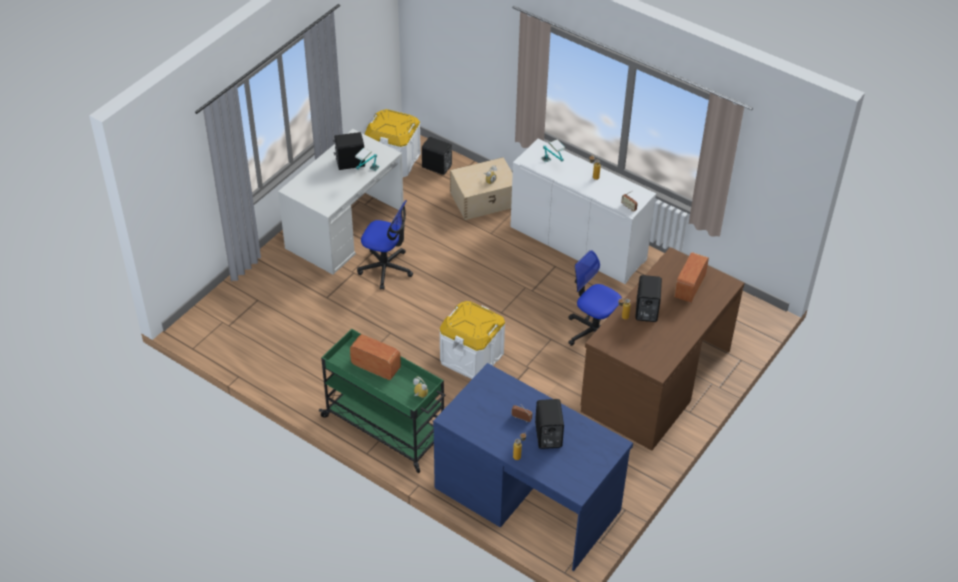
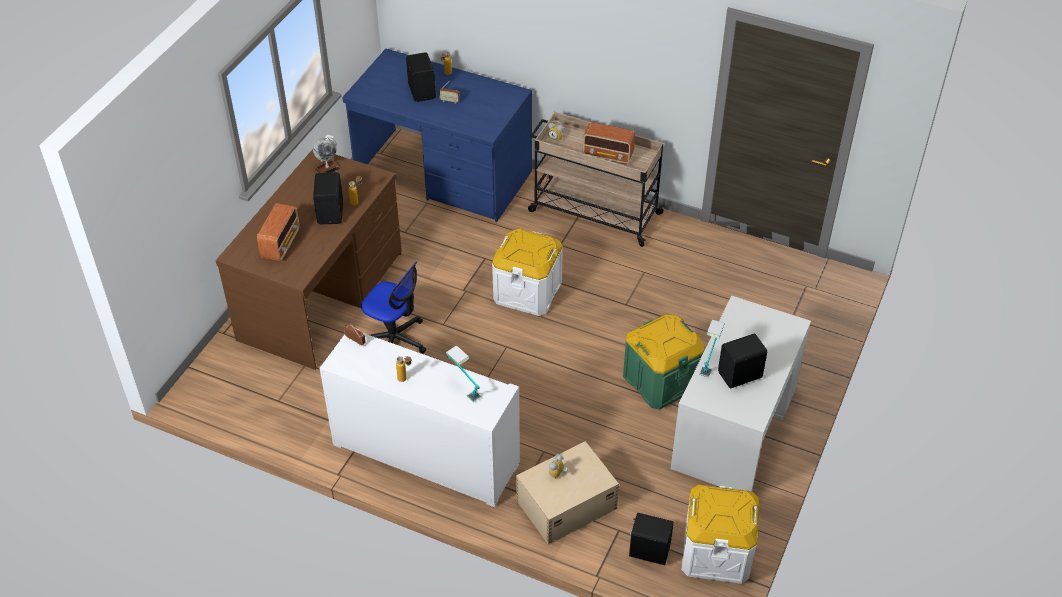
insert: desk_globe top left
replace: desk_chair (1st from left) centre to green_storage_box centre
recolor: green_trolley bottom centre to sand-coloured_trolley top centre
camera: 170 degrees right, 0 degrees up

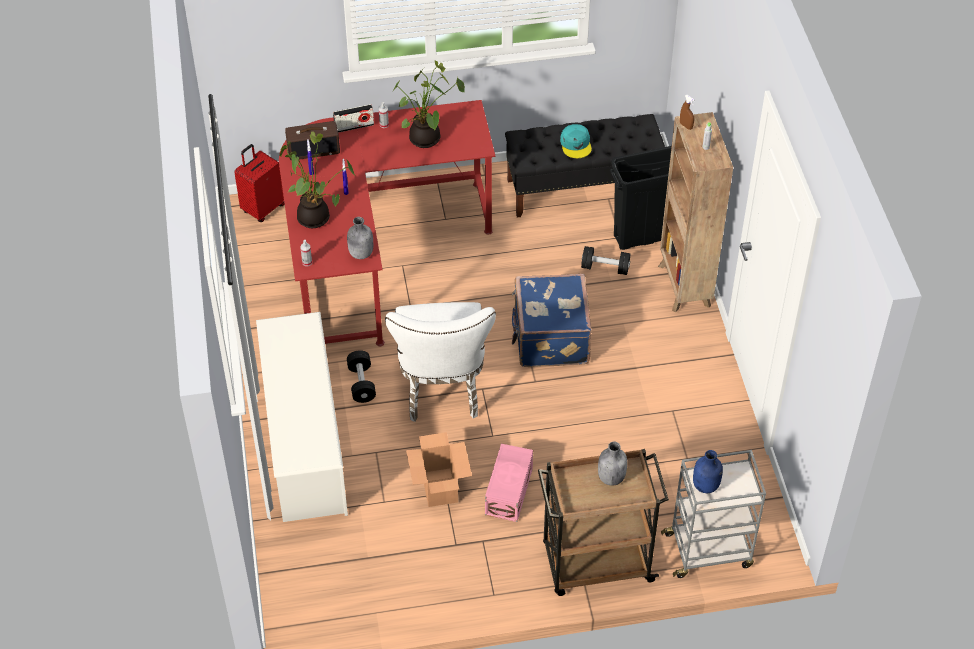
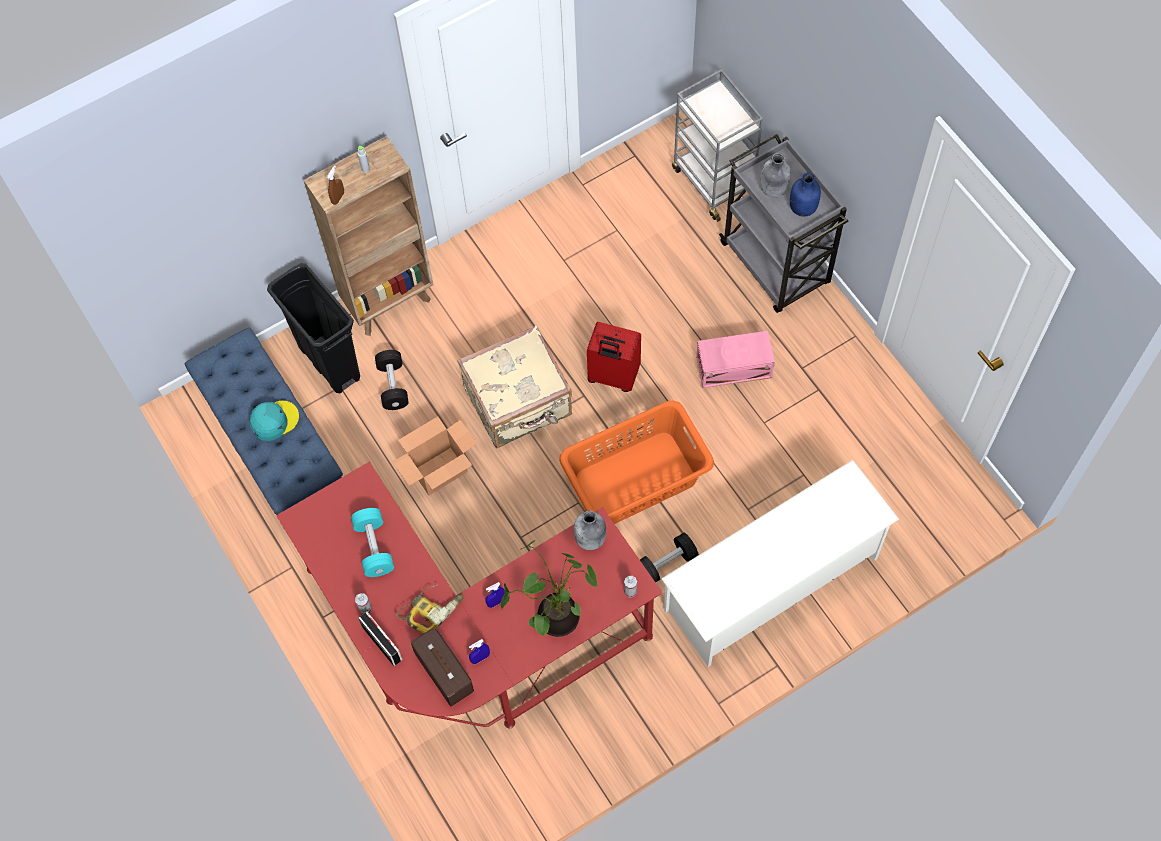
insert: electric_drill bottom centre
move: reddish_travel_case top left to centre; carton bottom centre to centre; blue-coloured_bottle bottom right to top right
replace: white_plain_chair centre to orange_hamper centre; houseplant (2nd from left) top centre to turquoise-coloured_free_weight middle left
recolor: black_bench top centre to blue-coloured_bench middle left; blue-coloured_travel_case centre to sand-coloured_travel_case centre; brownish_trolley bottom centre to gray_trolley (2nd from left) top right
camera: 110 degrees left, 15 degrees up

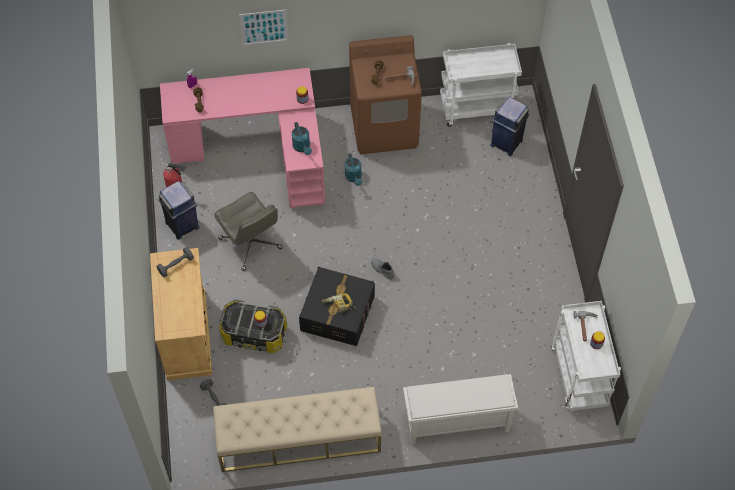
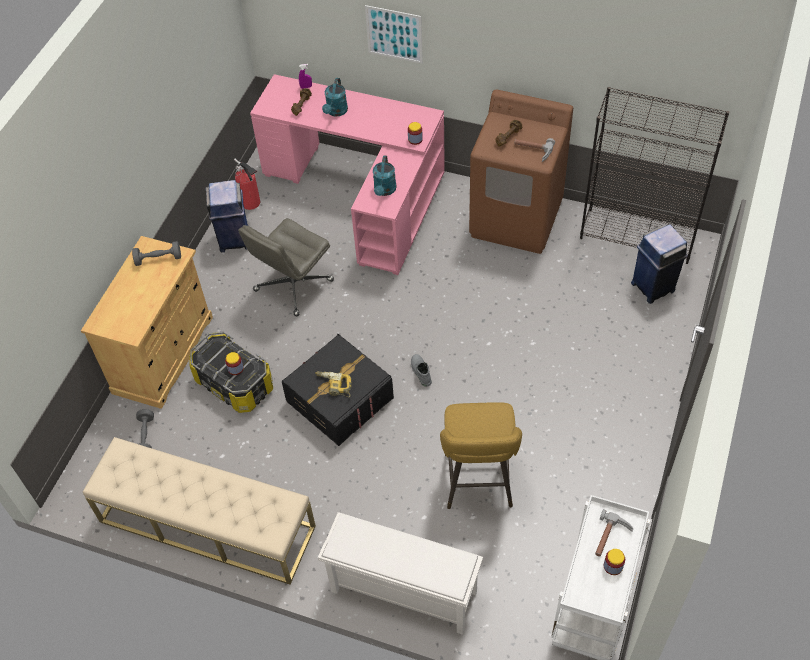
insert: yellow_stool bottom centre
move: turquoise-coloured_sprinkling_can (2nd from left in the first image) centre to turquoise-coloured_sprinkling_can (1st from left) top centre
replace: white_trolley (1st from left) top centre to black_shelving_unit top right
rotate: gray_desk_chair centre = centre 45 degrees clockwise
camera: 30 degrees right, 5 degrees down

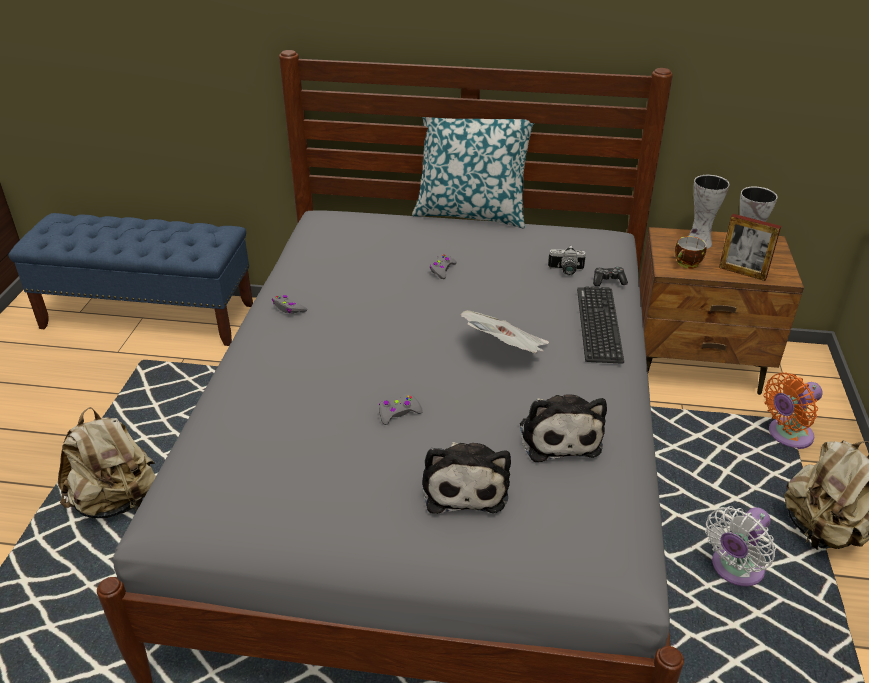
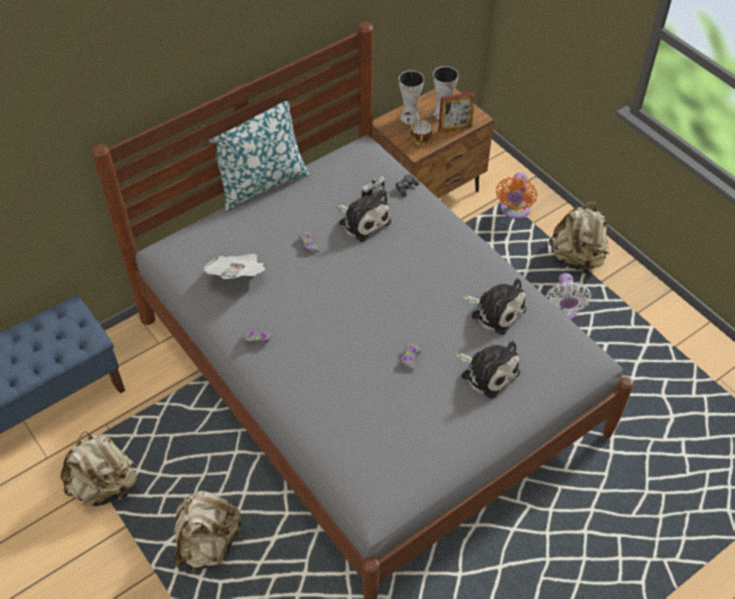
delete: computer_keyboard middle right
insert: sand-coloured_backpack (1st from left) bottom left; plush_toy (1st from left) centre
move: newspaper centre to middle left
camera: 45 degrees left, 15 degrees up

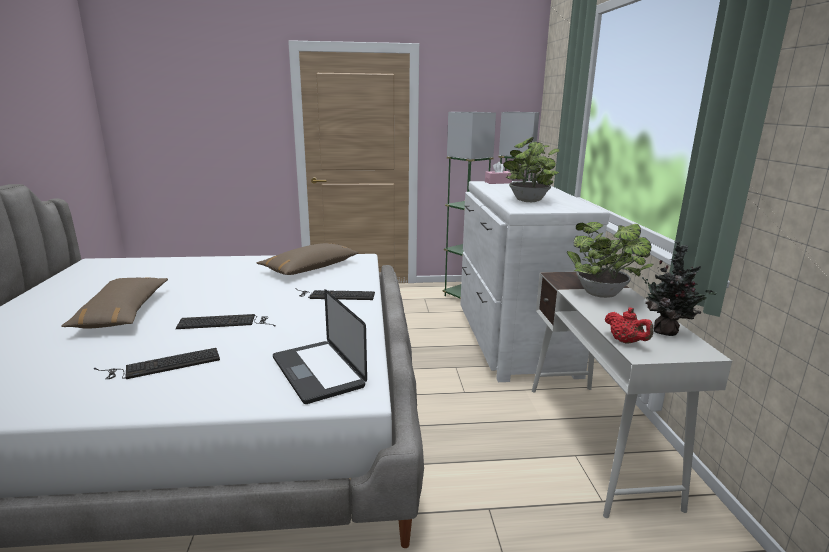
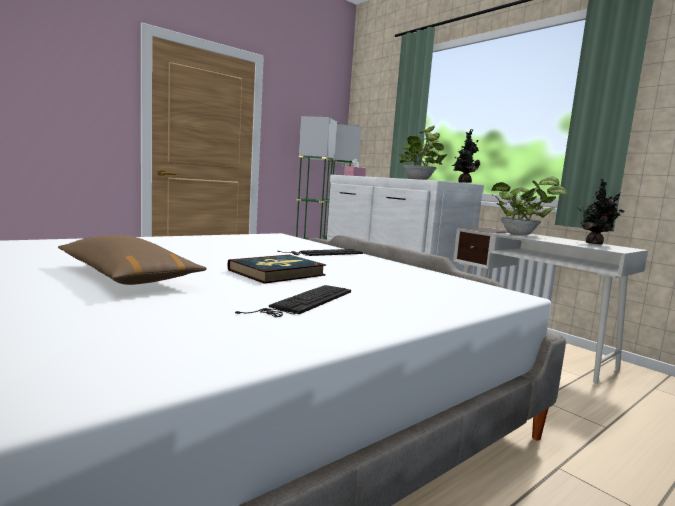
delete: brownish_pillow (2nd from left) centre; portable_computer centre; reddish_teapot middle right
insert: houseplant (2nd from left) top right
replace: computer_keyboard (2nd from left) middle left to volume centre
camera: 35 degrees left, 10 degrees down

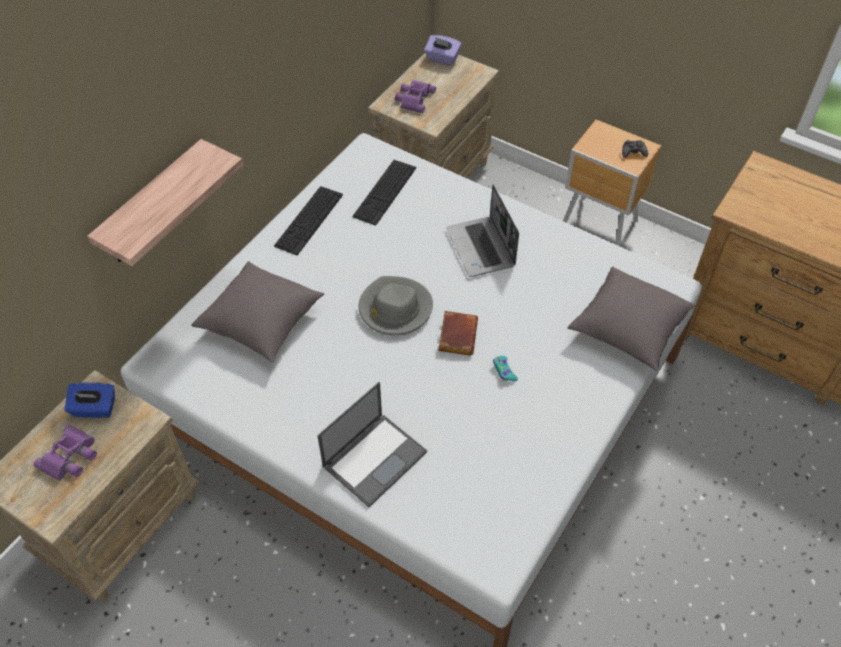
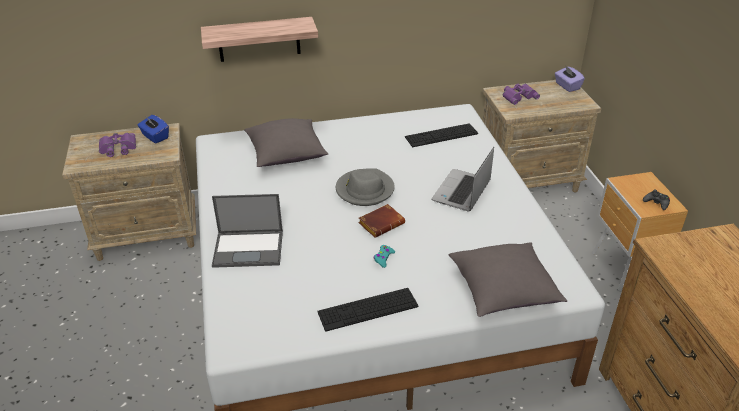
move: computer_keyboard (1st from left) centre to bottom centre
camera: 45 degrees right, 15 degrees down

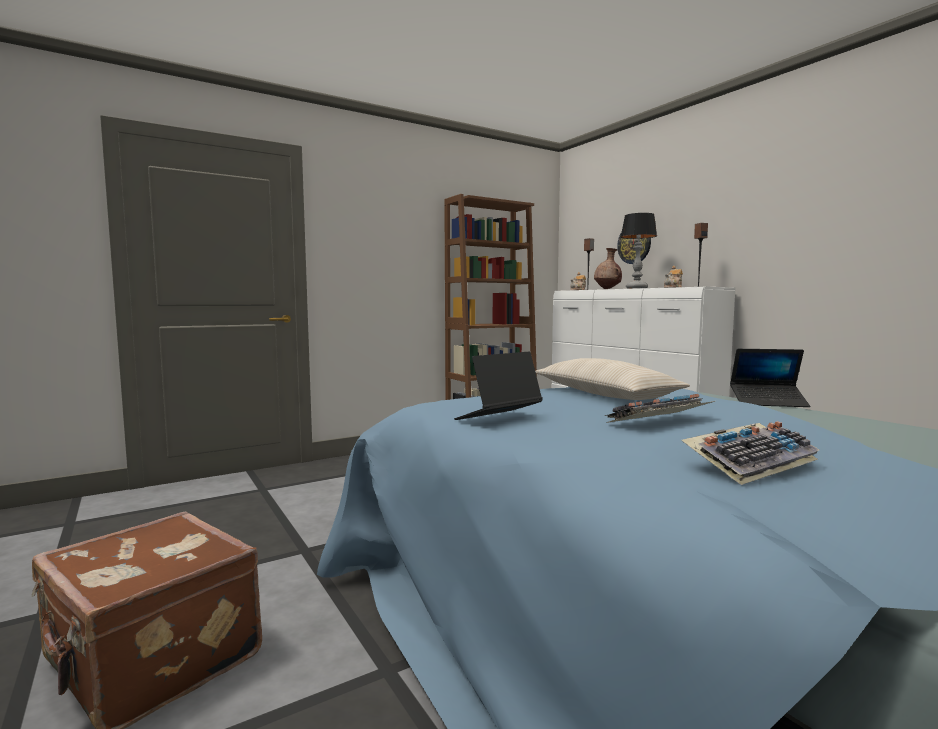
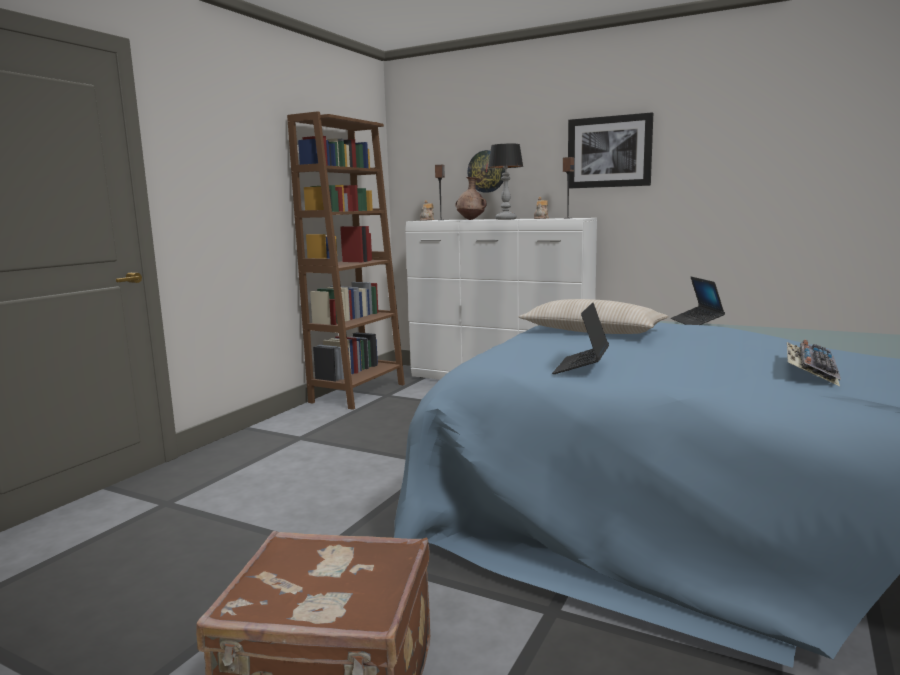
delete: computer_keyboard (1st from left) middle right
insert: picture top right
rotate: portable_computer (2nd from left) middle right = middle right 105 degrees clockwise
camera: 30 degrees left, 5 degrees up

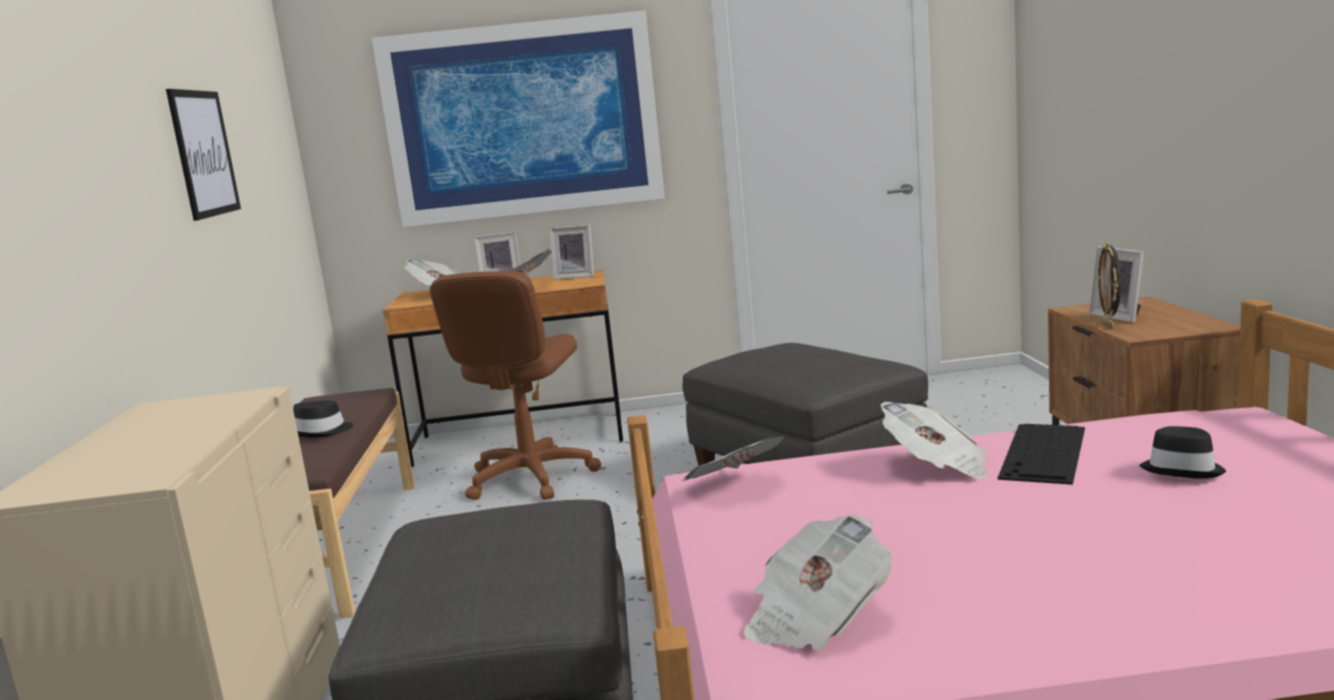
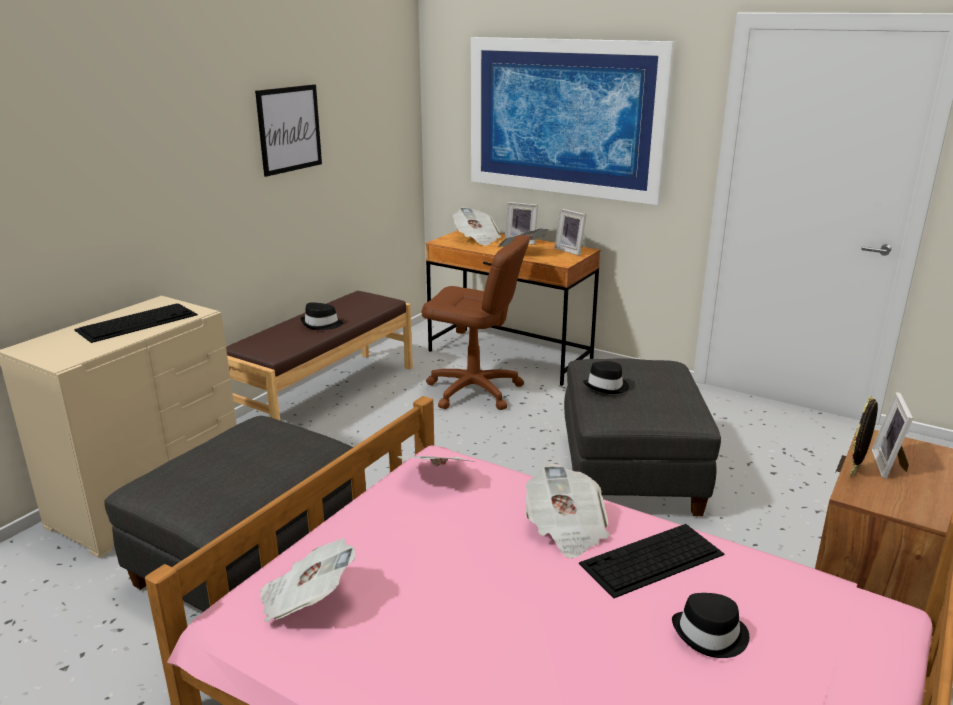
insert: computer_keyboard (1st from left) middle left; black_hat (2nd from left) centre
rotate: brownish_desk_chair centre = centre 120 degrees counterclockwise
camera: 35 degrees right, 10 degrees up

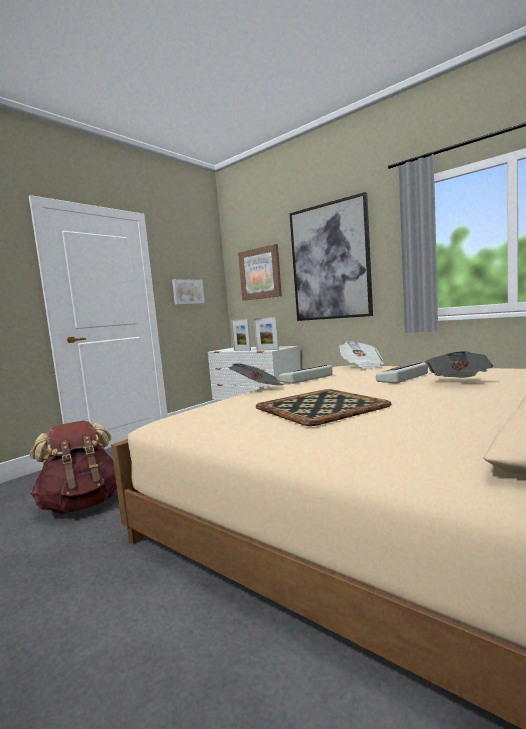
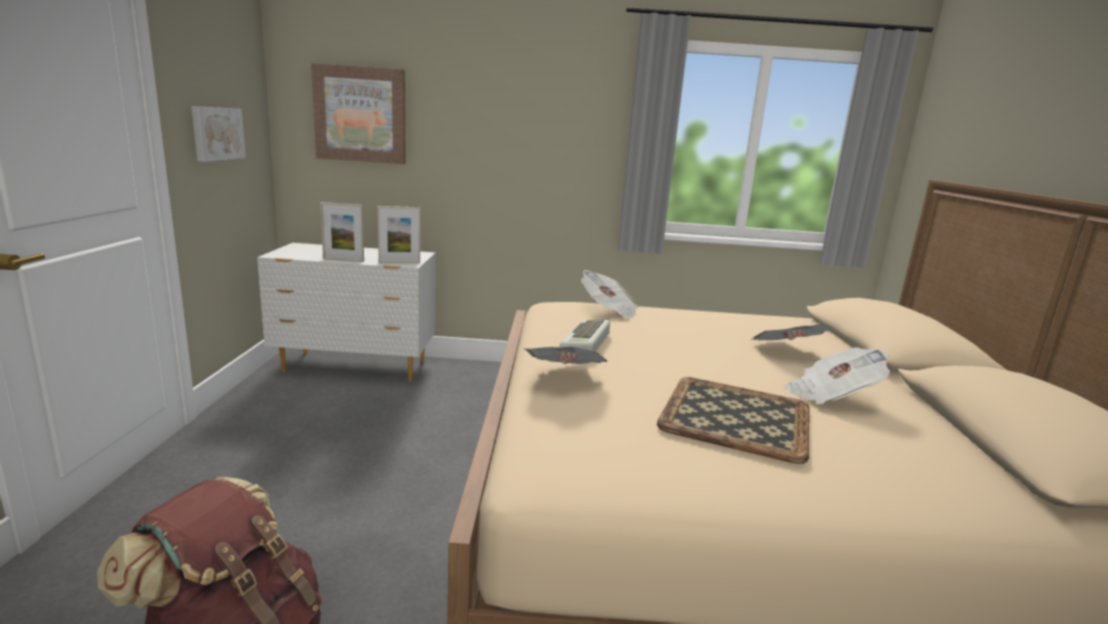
delete: picture (3rd from left) centre; computer_keyboard (2nd from left) middle right
insert: newspaper (4th from left) middle right
camera: 40 degrees left, 10 degrees up

